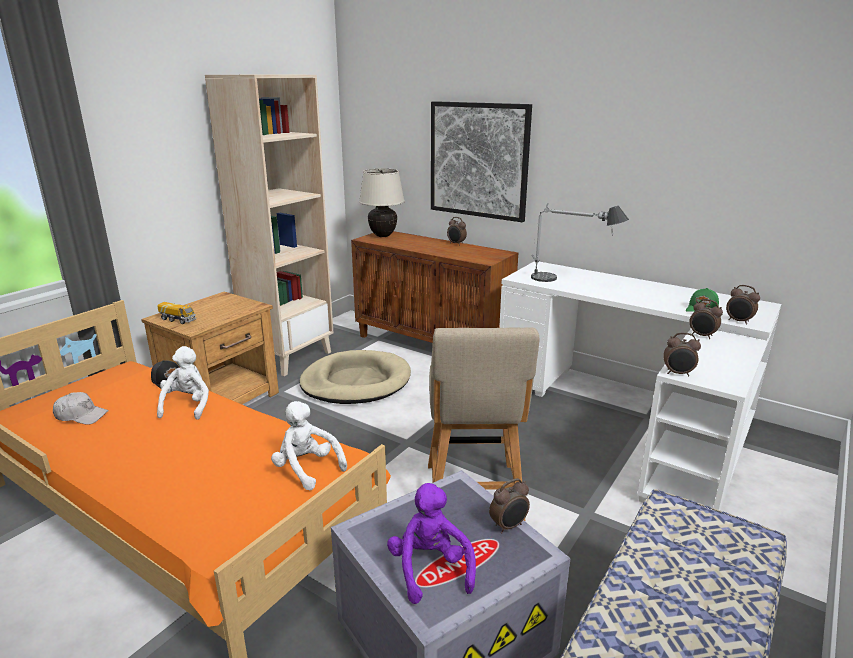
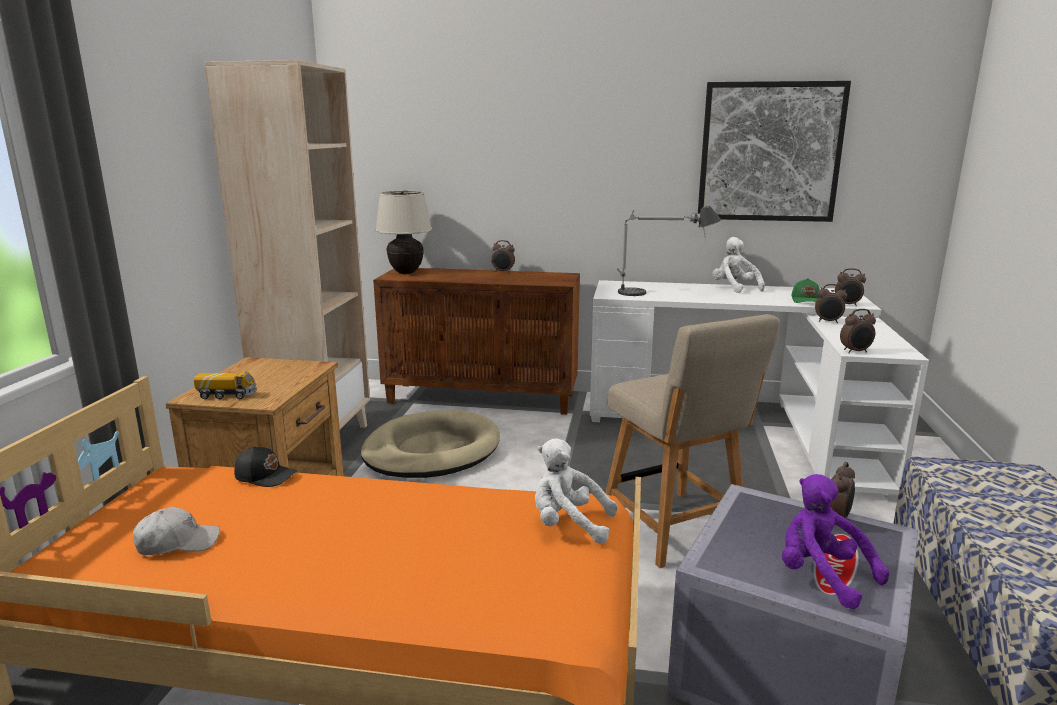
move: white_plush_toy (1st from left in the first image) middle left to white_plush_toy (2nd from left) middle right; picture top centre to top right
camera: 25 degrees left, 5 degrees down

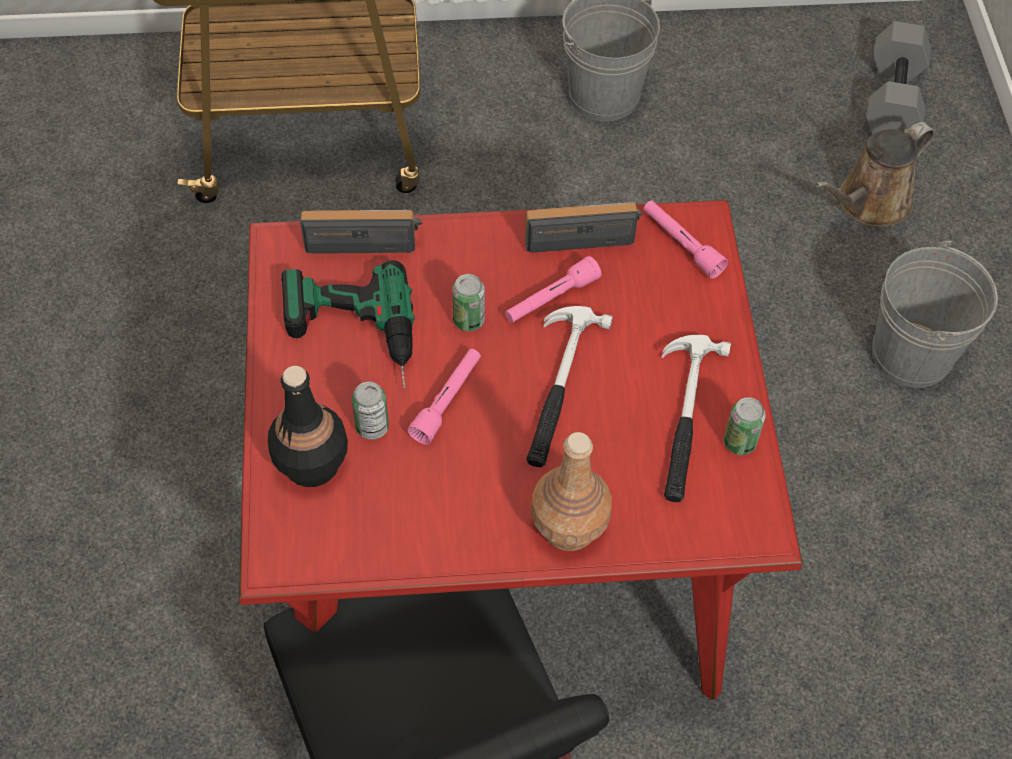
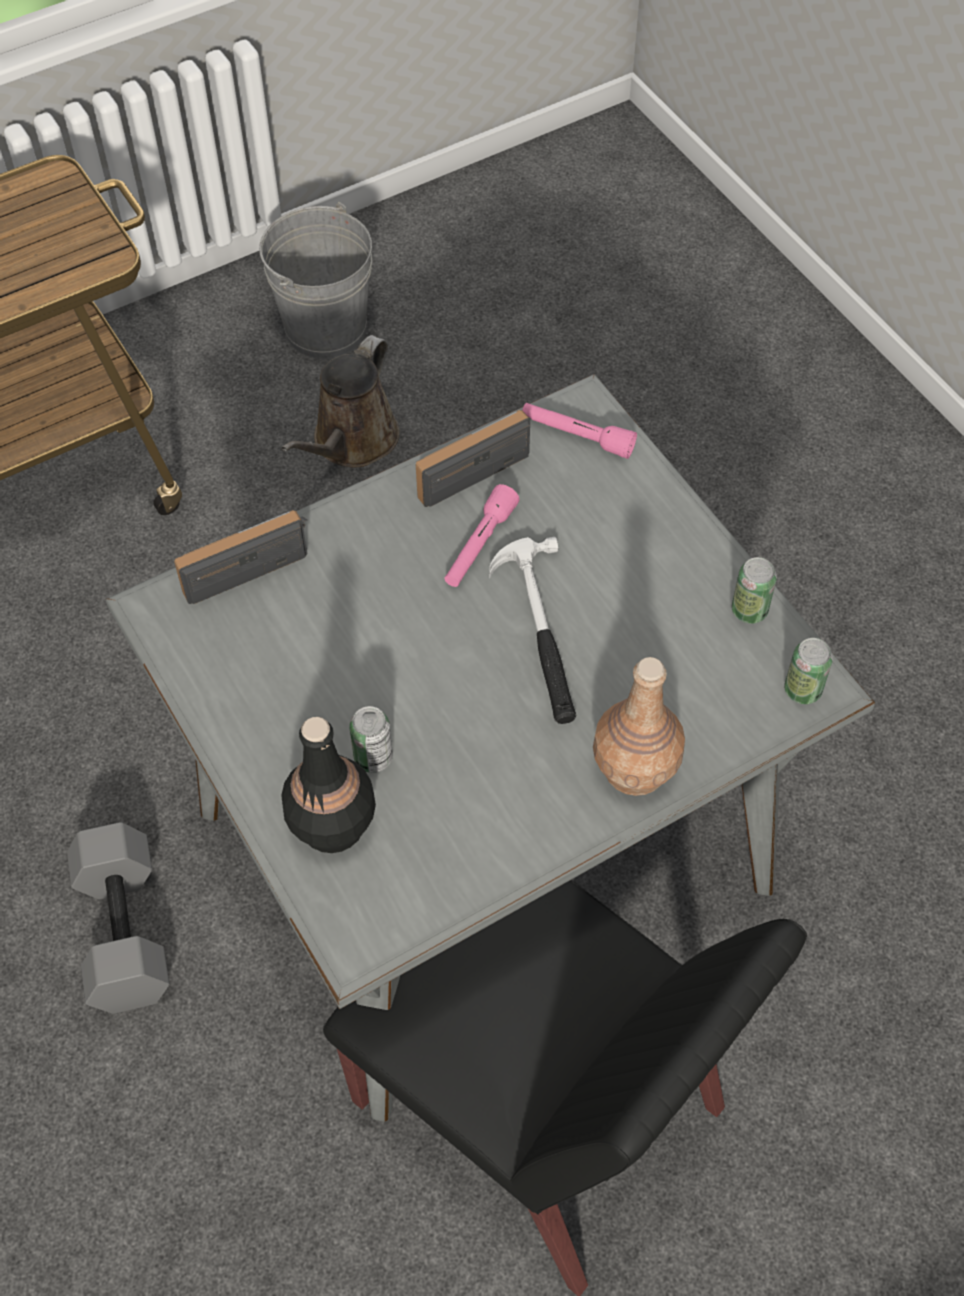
delete: electric_drill centre; pink_torch (1st from left) centre; hammer (2nd from left) middle right; gray_water_bucket (2nd from left) middle right
move: sealed_can (2nd from left in the first image) centre to sealed_can (3rd from left) middle right; brownish_sprinkling_can top right to top centre; gray_free_weight top right to bottom left
recolor: reddish_dining_table centre to gray_dining_table centre
camera: 25 degrees left, 0 degrees up

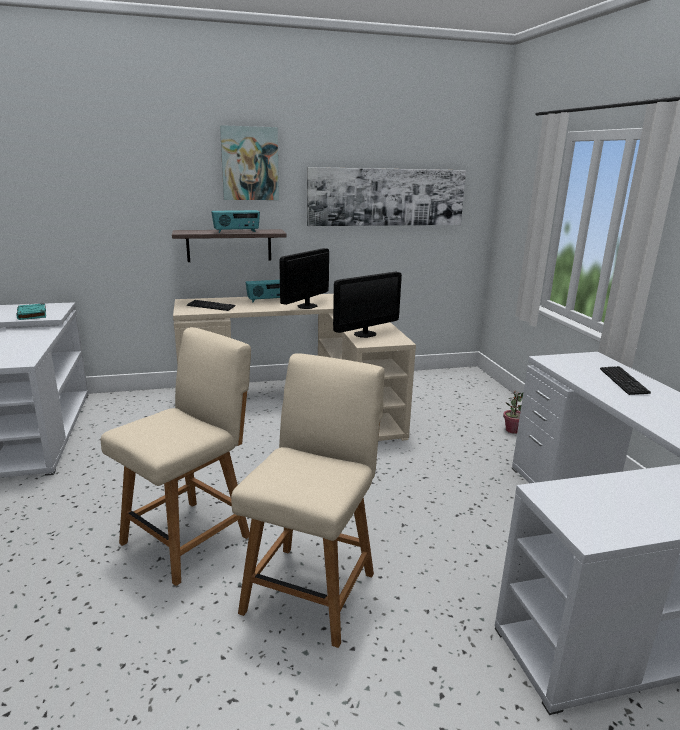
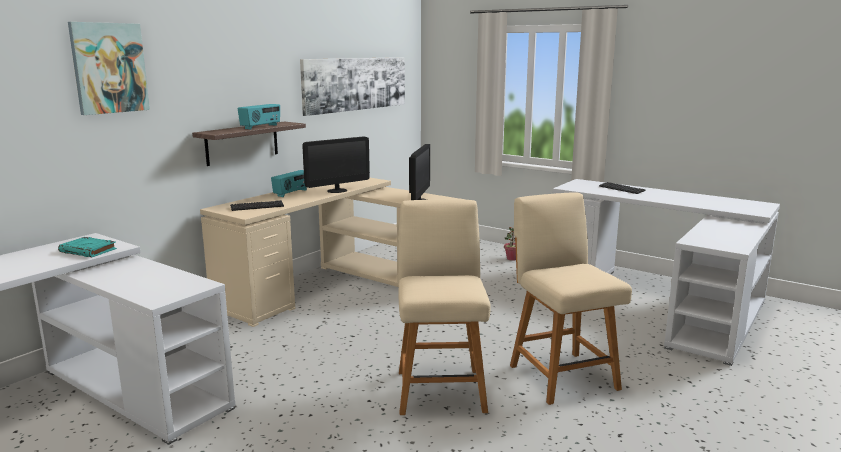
move: picture (1st from left) top centre to top left
rotate: computer_screen (1st from left) centre = centre 120 degrees counterclockwise
camera: 40 degrees left, 5 degrees down

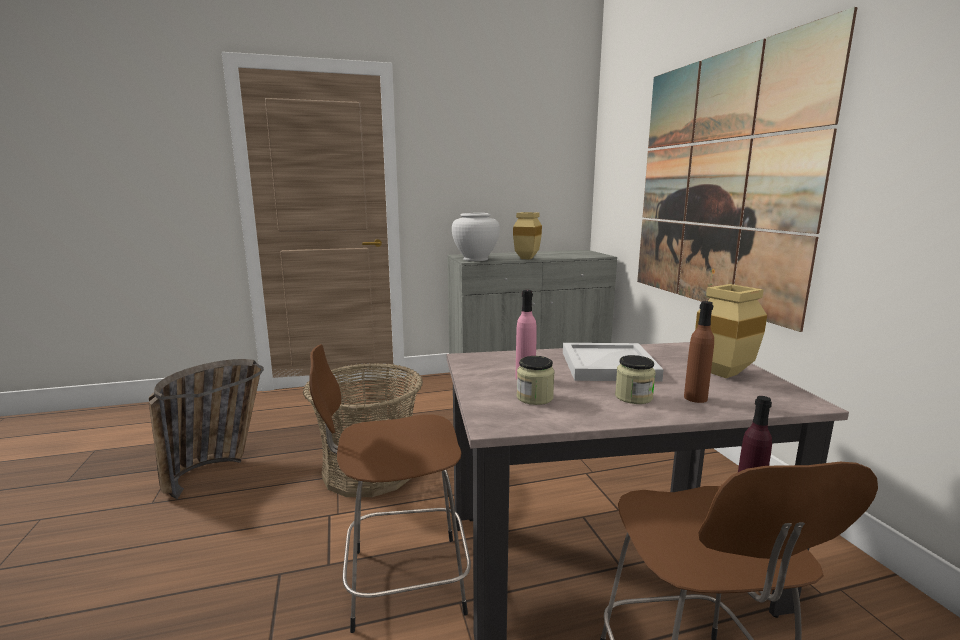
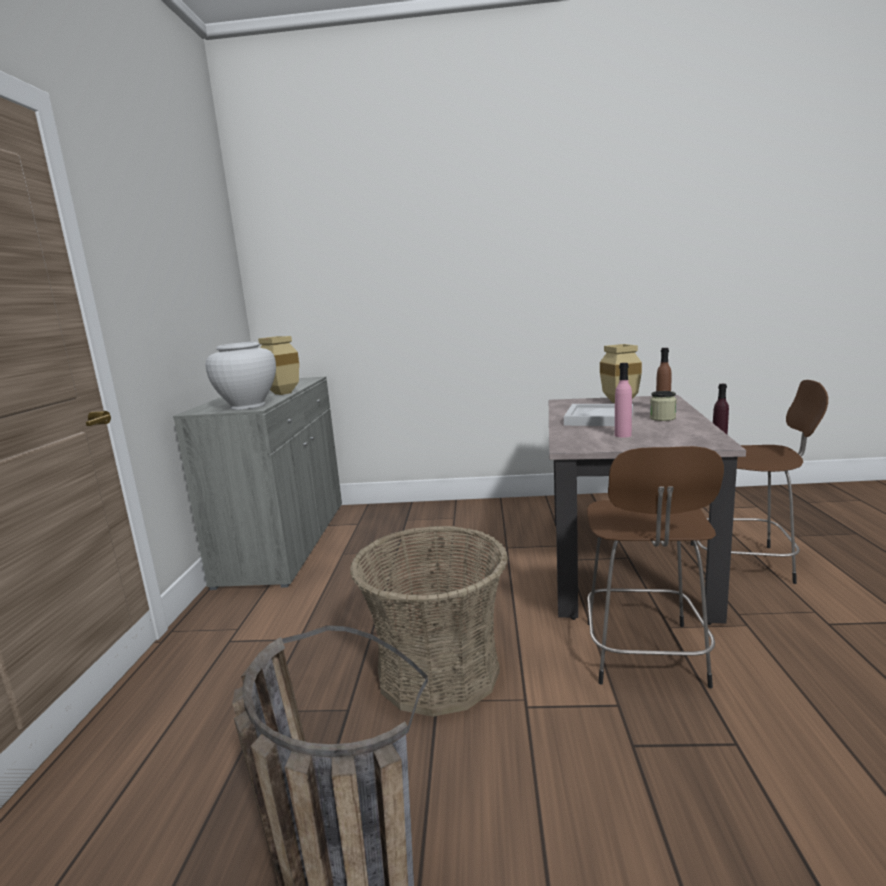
delete: preserve_jar (1st from left) centre; picture top right
camera: 70 degrees left, 0 degrees up

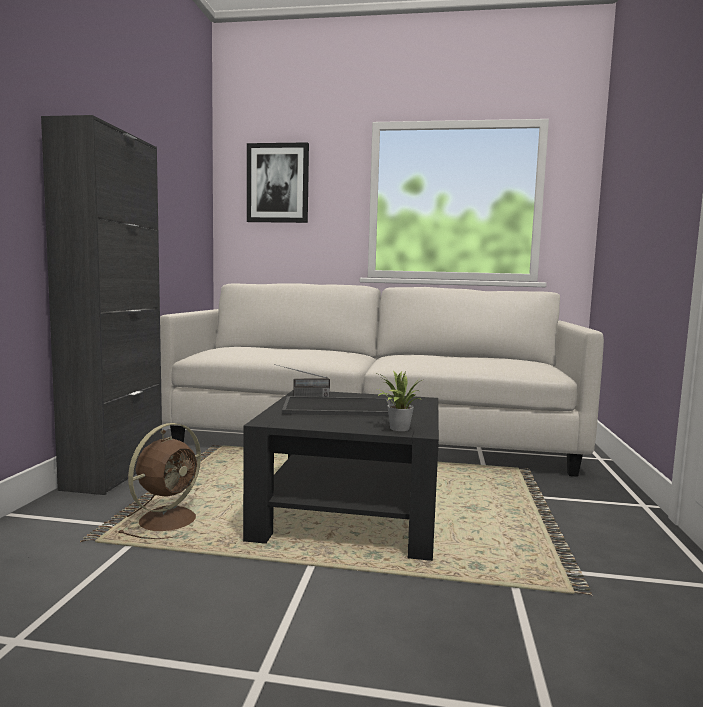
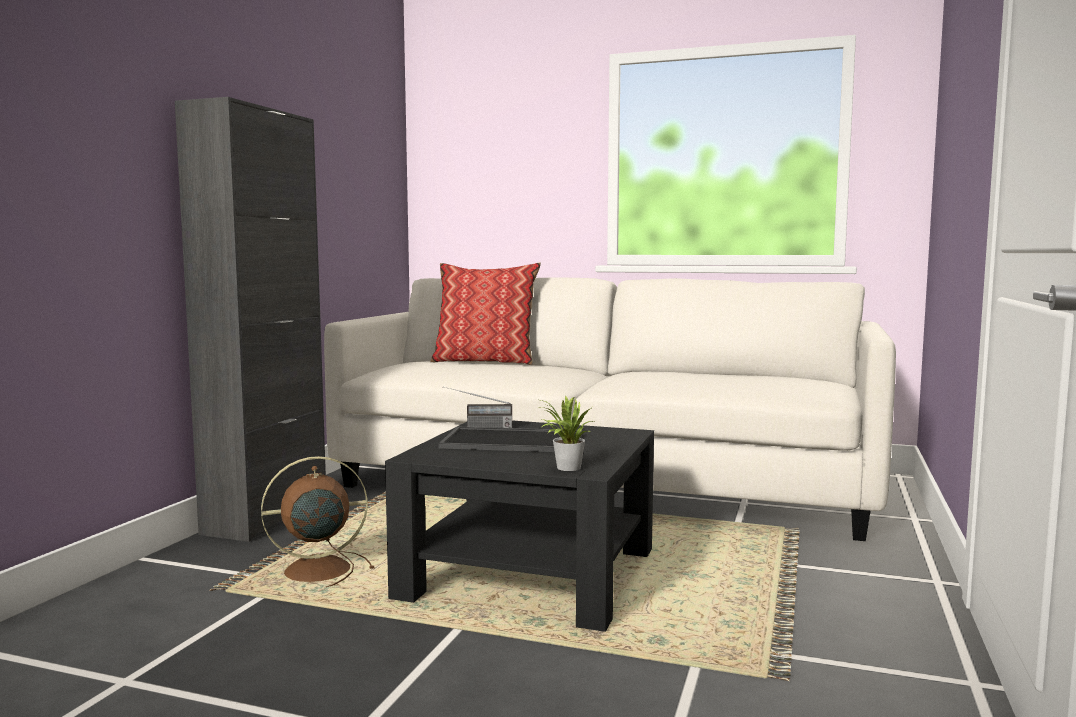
delete: picture top centre
insert: pillow centre
rotate: brownish_electric_fan bottom left = bottom left 150 degrees counterclockwise
camera: 10 degrees right, 0 degrees up

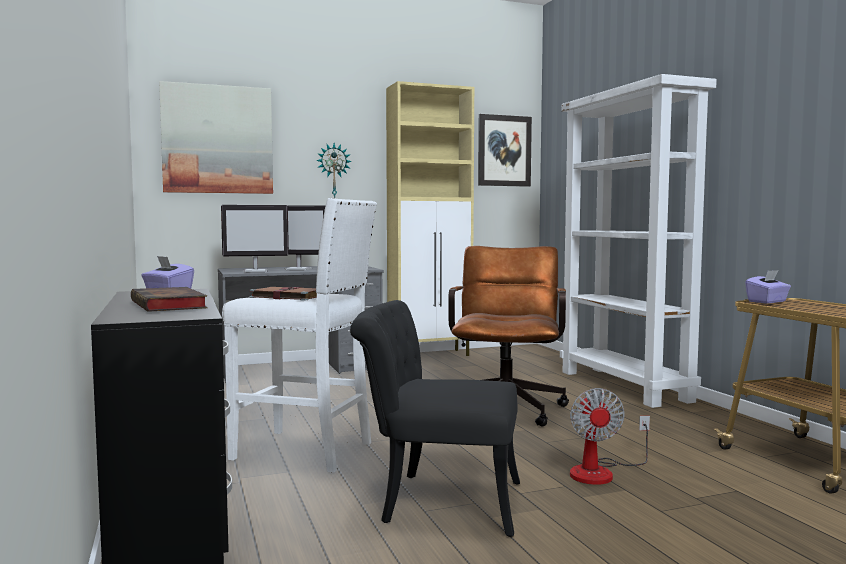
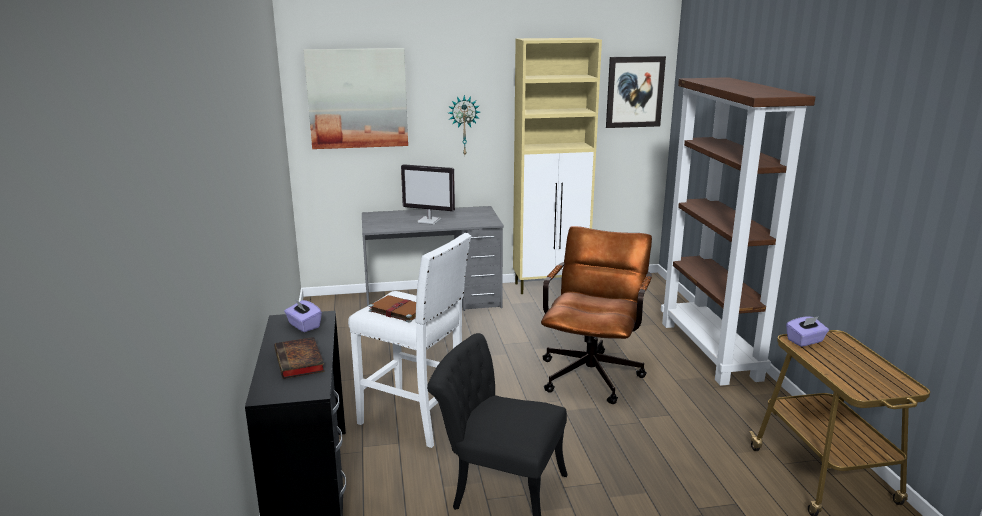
delete: computer_screen (1st from left) middle left; electric_fan bottom right
recolor: white_shelving_unit middle right to brownish_shelving_unit middle right
camera: 10 degrees right, 15 degrees up

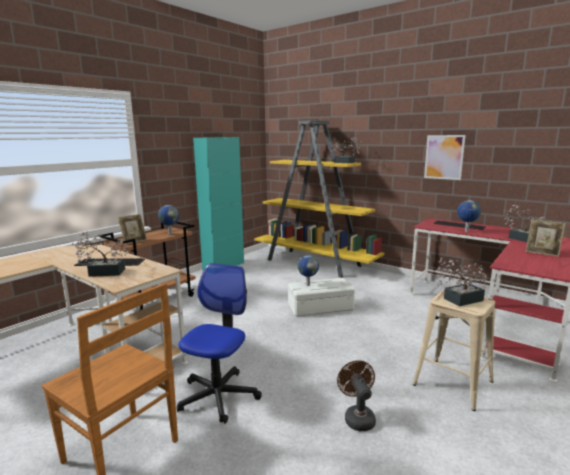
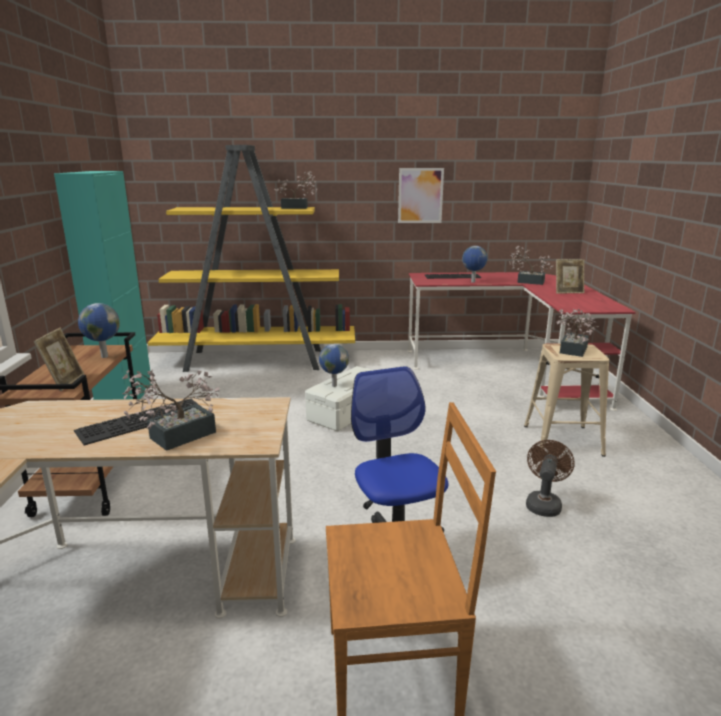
rotate: brownish_electric_fan bottom centre = bottom right 75 degrees clockwise
camera: 40 degrees left, 5 degrees up

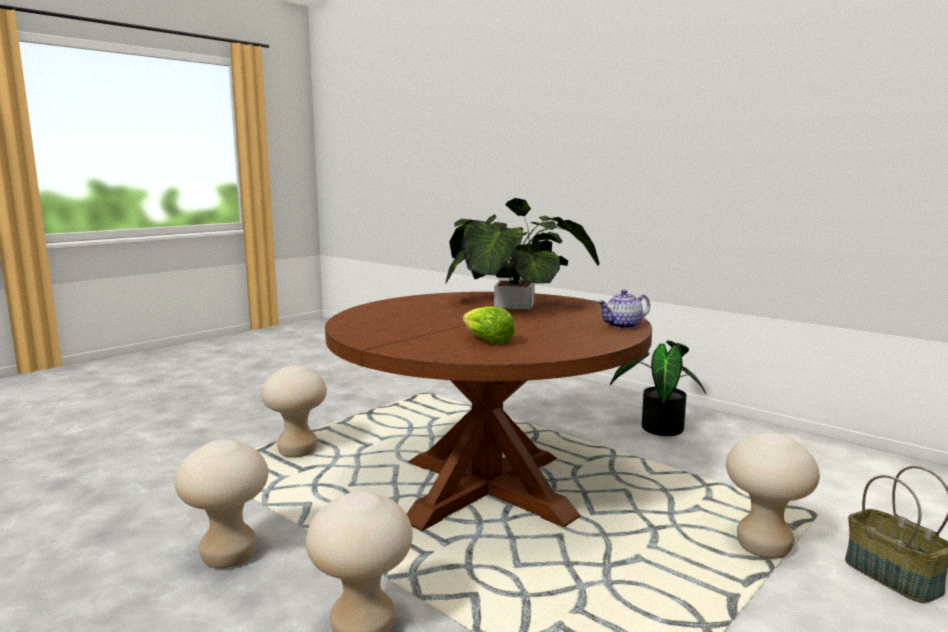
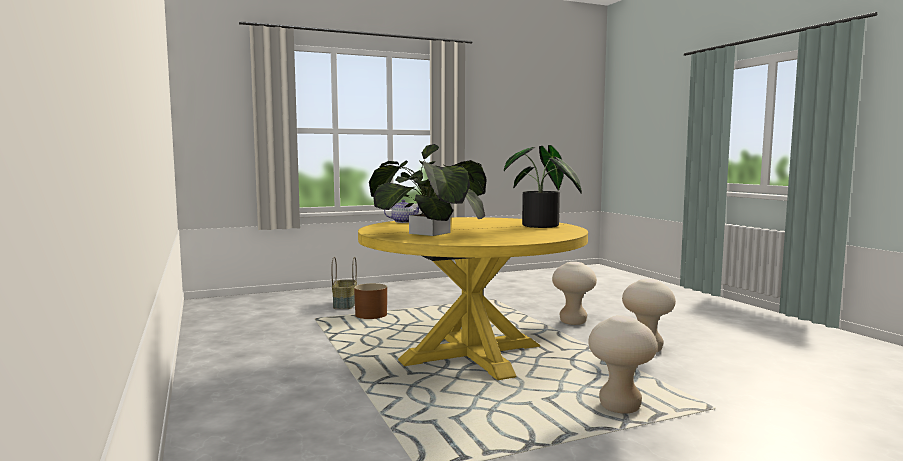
delete: lettuce centre
move: houseplant (2nd from left) middle right to centre
replace: sand-coloured_stool (4th from left) bottom right to brownish_plant_pot centre
recolor: brownish_dining_table centre to yellow_dining_table centre
camera: 155 degrees left, 5 degrees down

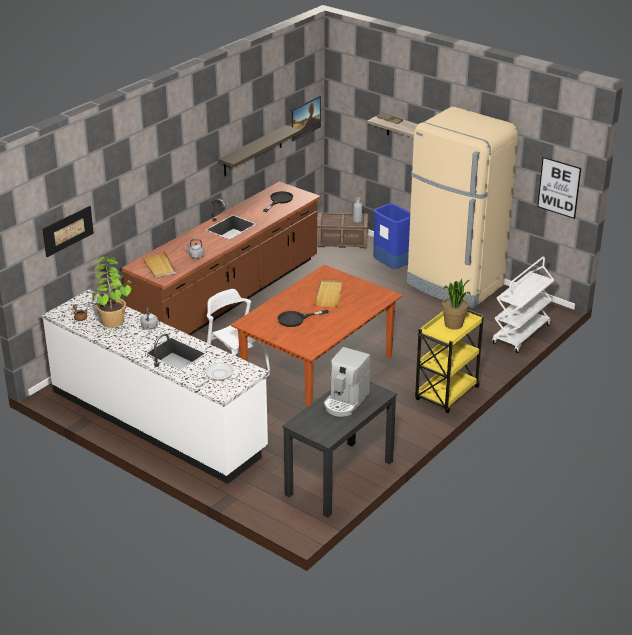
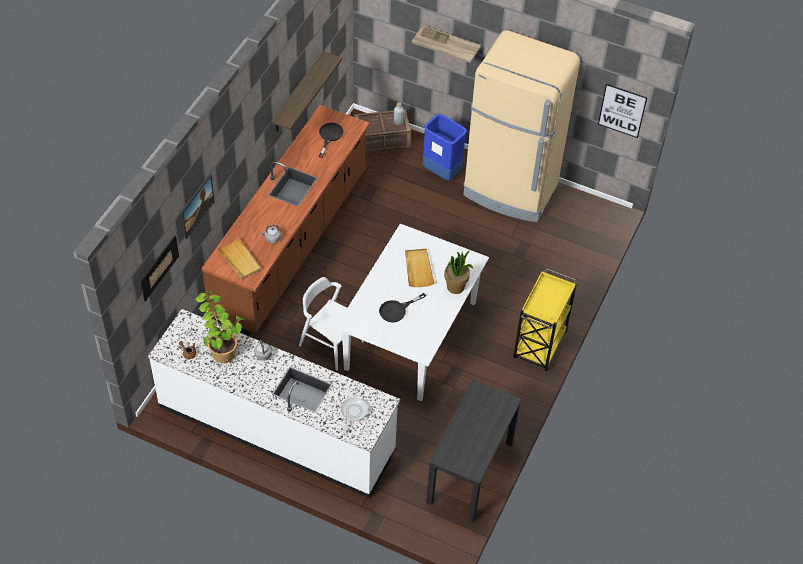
delete: coffee_machine centre; white_trolley middle right
move: picture (2nd from left) top centre to middle left; houseplant (2nd from left) middle right to centre
recolor: brownish_dining_table centre to white_dining_table centre
camera: 15 degrees left, 20 degrees up

